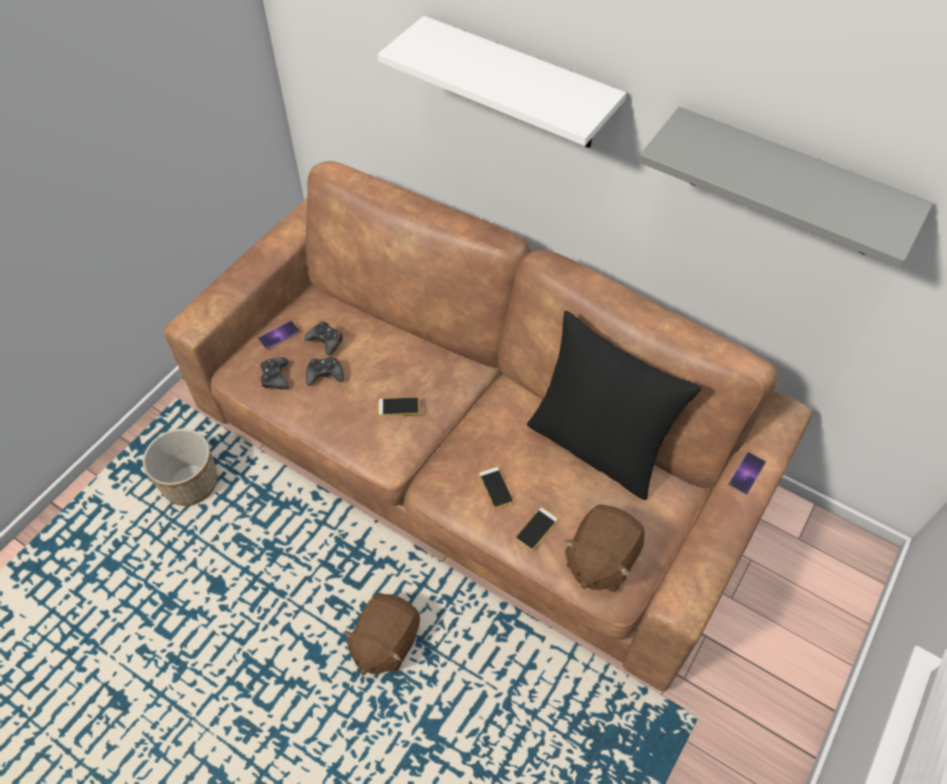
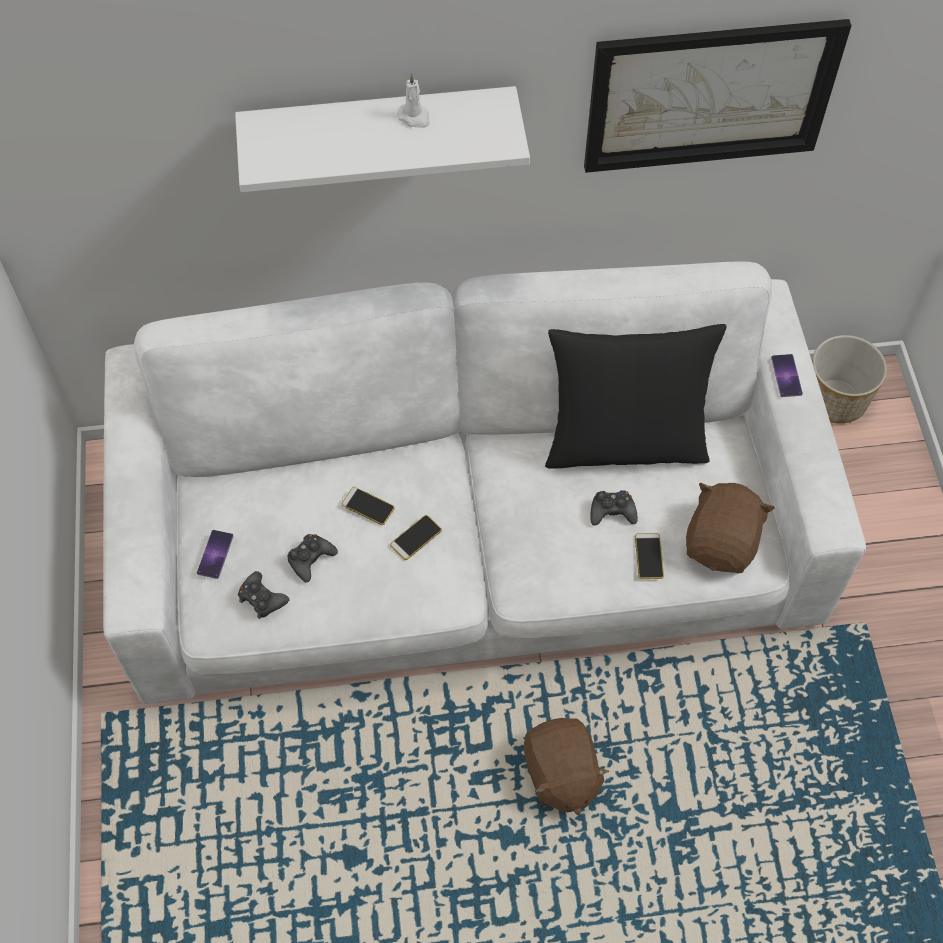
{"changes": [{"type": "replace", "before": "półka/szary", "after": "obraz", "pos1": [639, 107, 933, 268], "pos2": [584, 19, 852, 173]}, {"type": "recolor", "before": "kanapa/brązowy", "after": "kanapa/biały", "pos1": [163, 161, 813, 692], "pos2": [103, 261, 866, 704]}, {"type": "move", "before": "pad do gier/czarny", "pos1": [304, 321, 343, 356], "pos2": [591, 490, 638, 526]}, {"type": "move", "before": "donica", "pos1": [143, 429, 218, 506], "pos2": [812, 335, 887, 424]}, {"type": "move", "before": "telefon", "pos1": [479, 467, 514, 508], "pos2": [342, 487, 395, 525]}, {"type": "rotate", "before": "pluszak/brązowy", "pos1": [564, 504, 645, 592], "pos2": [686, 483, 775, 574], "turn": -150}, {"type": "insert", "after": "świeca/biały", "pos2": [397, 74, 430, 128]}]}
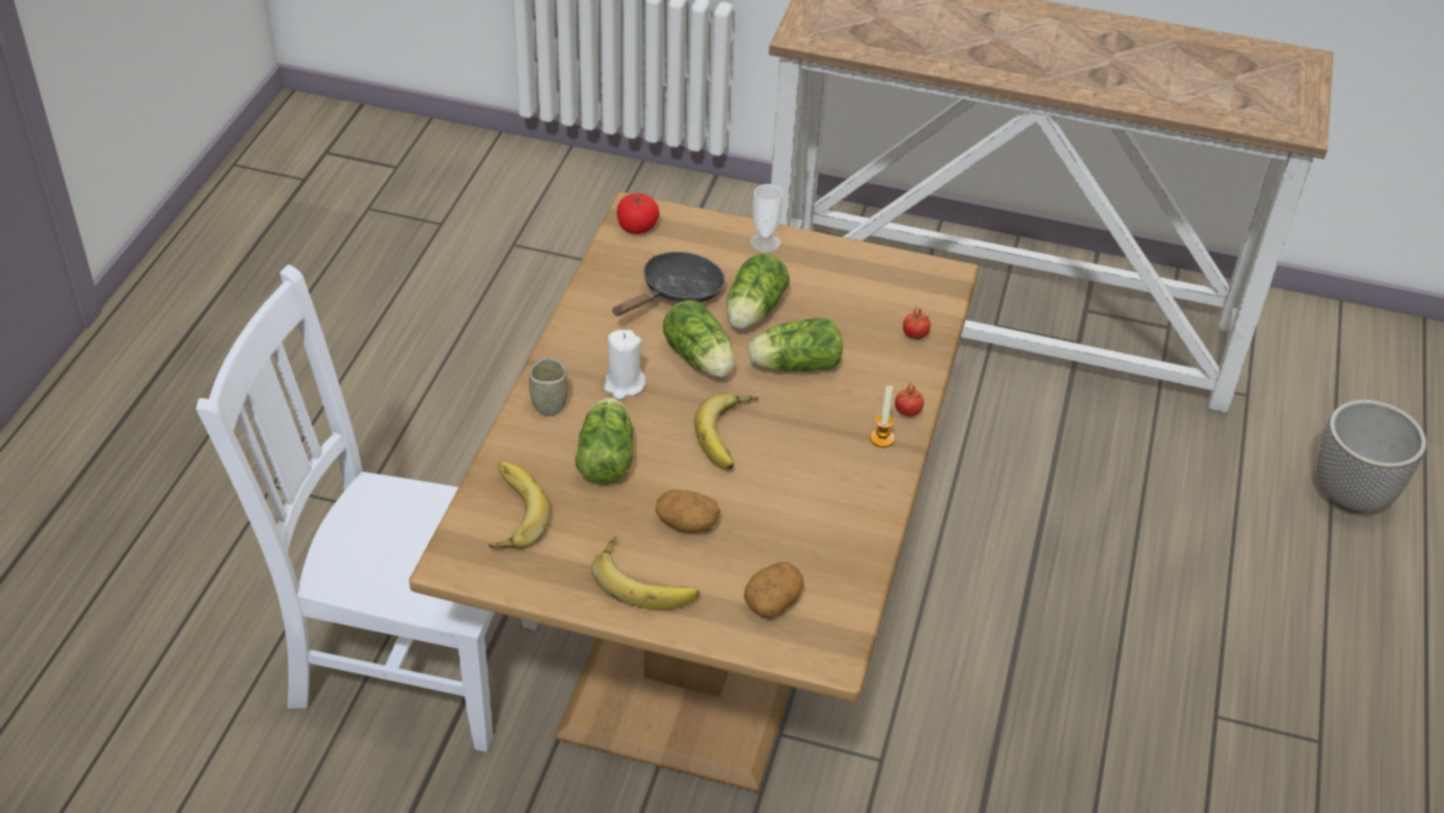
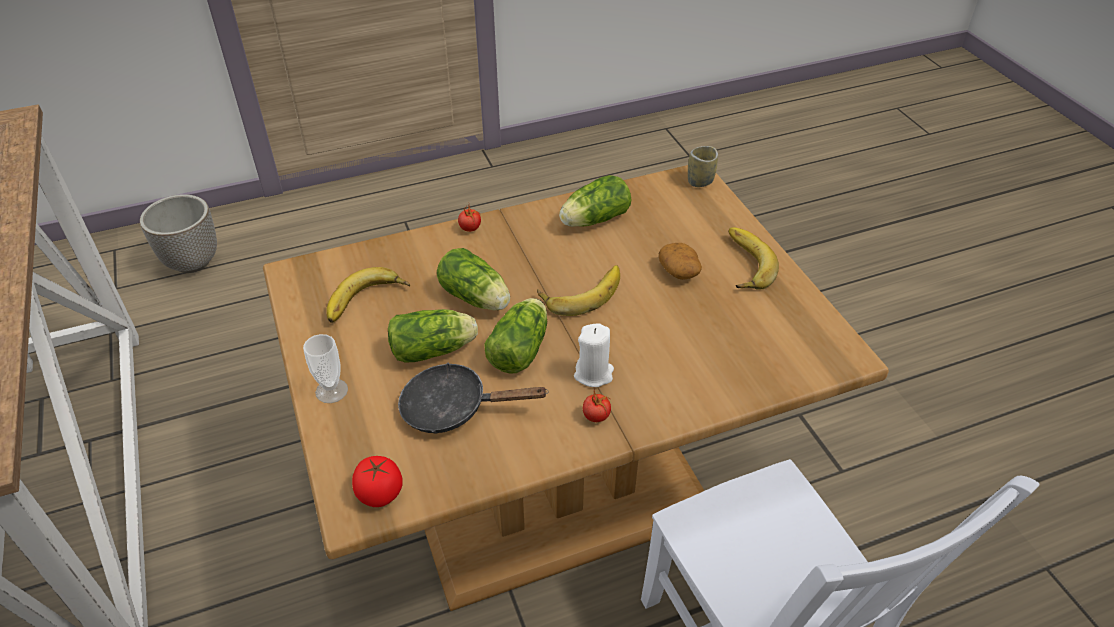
{"changes": [{"type": "move", "before": "pomidor", "pos1": [903, 305, 931, 339], "pos2": [583, 391, 611, 422]}, {"type": "move", "before": "filiżanka", "pos1": [529, 358, 568, 416], "pos2": [688, 146, 718, 187]}, {"type": "delete", "before": "świeca", "pos1": [870, 386, 895, 448]}, {"type": "move", "before": "sałata", "pos1": [575, 398, 633, 484], "pos2": [559, 175, 632, 227]}, {"type": "move", "before": "banan", "pos1": [489, 461, 550, 549], "pos2": [326, 267, 410, 323]}, {"type": "delete", "before": "ziemniak", "pos1": [744, 562, 804, 618]}]}
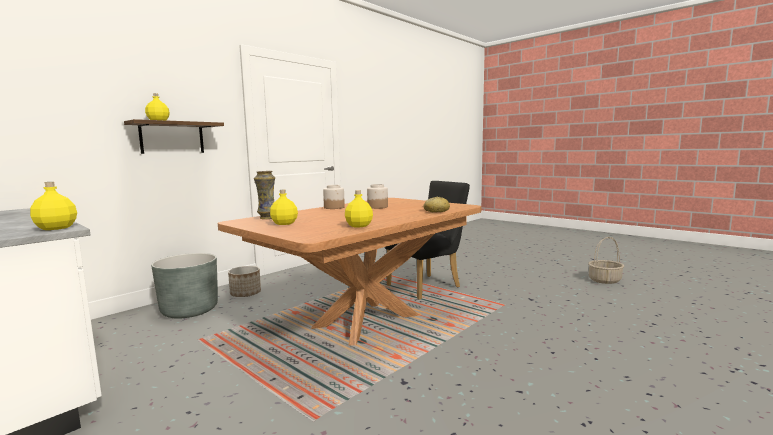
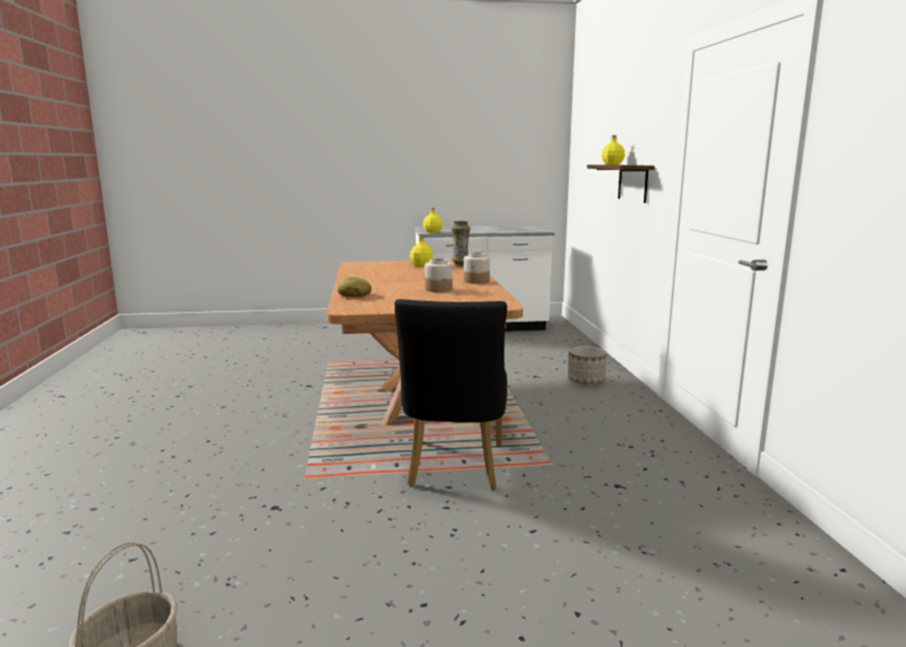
{"changes": [{"type": "delete", "before": "butelka/żółty", "pos1": [345, 190, 373, 227]}, {"type": "delete", "before": "donica/szary", "pos1": [151, 253, 218, 319]}]}
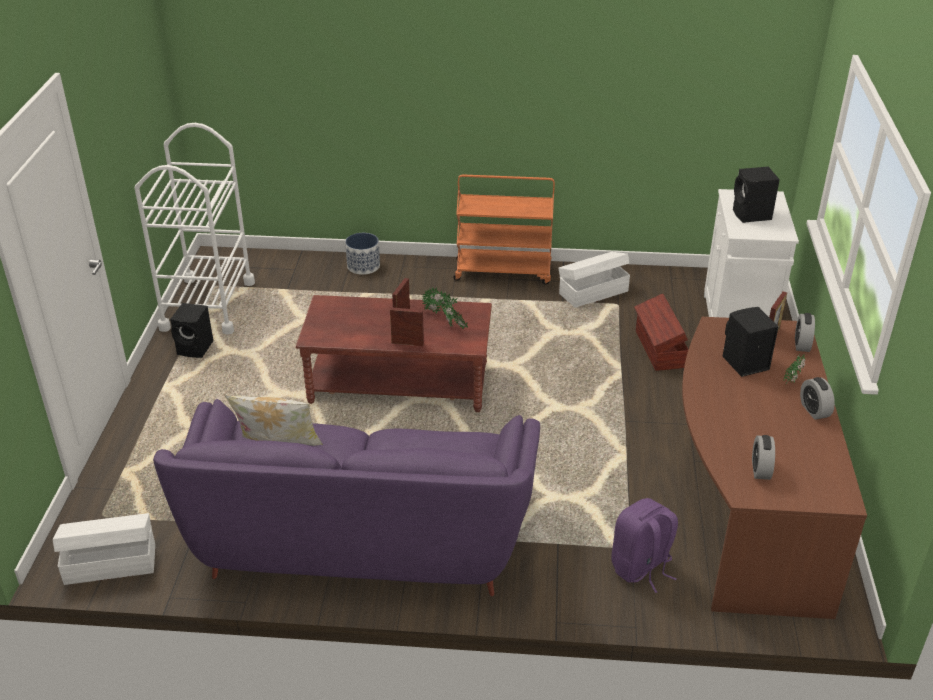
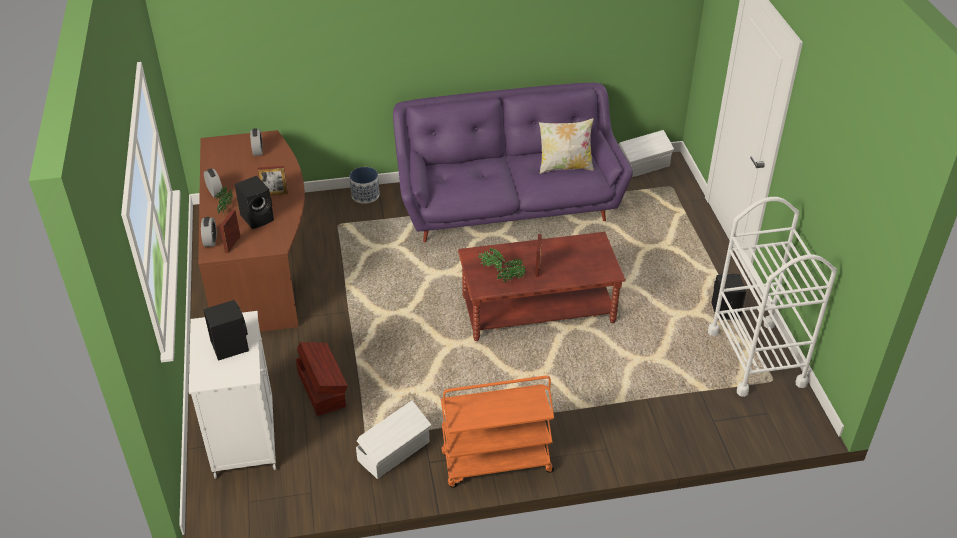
{"changes": [{"type": "move", "before": "donica", "pos1": [345, 233, 380, 275], "pos2": [350, 167, 380, 204]}, {"type": "move", "before": "ramka na zdjęcie", "pos1": [390, 307, 424, 346], "pos2": [258, 166, 288, 195]}, {"type": "delete", "before": "plecak/fioletowy", "pos1": [611, 498, 678, 593]}]}
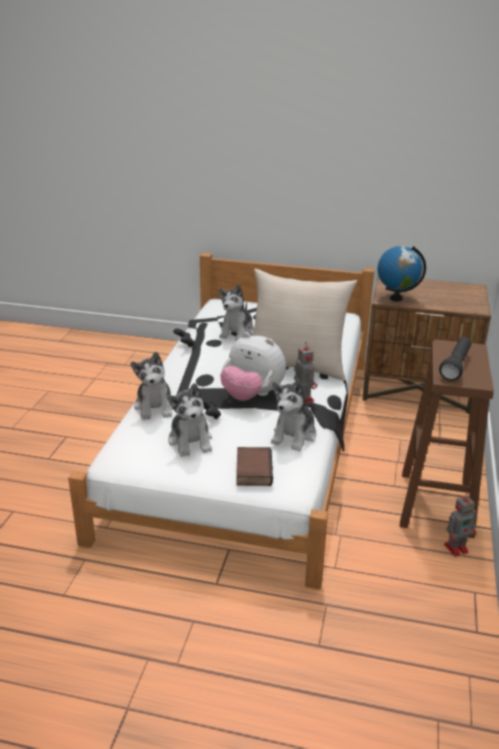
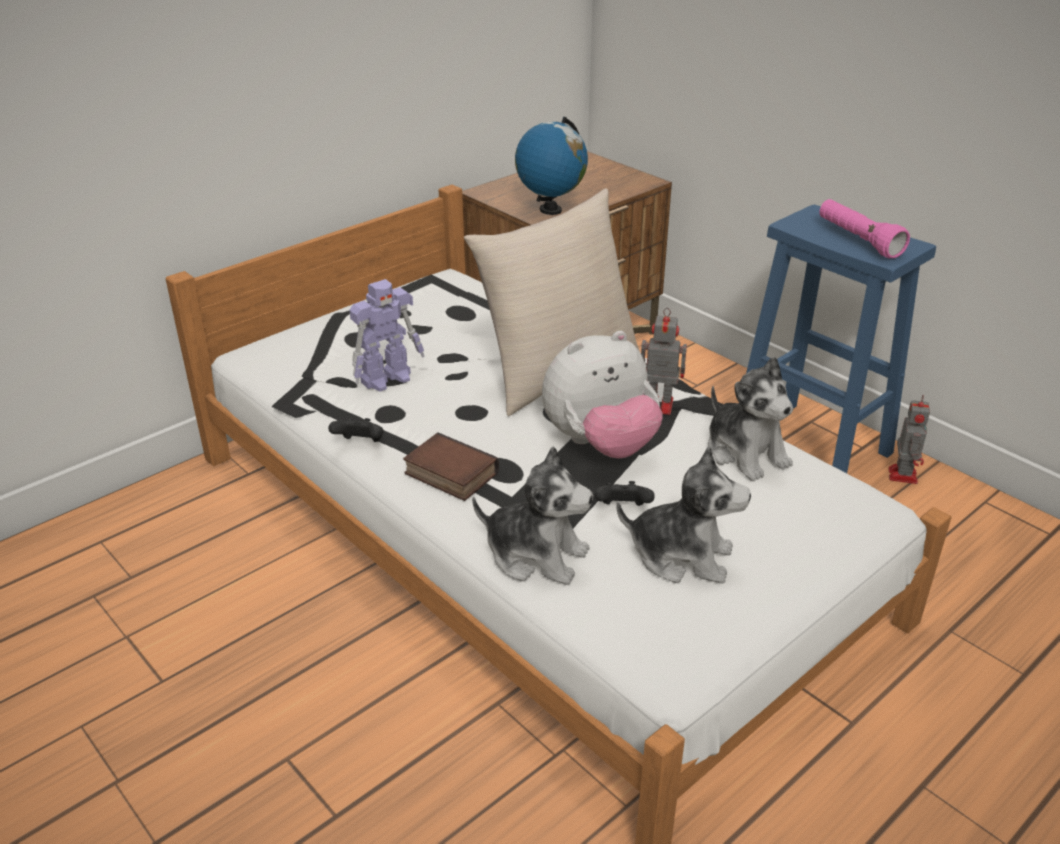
{"changes": [{"type": "replace", "before": "pluszak", "after": "robot zabawkowy", "pos1": [218, 284, 254, 341], "pos2": [350, 279, 424, 392]}, {"type": "recolor", "before": "latarka/czarny", "after": "latarka/różowy", "pos1": [439, 337, 471, 381], "pos2": [819, 199, 910, 258]}, {"type": "recolor", "before": "stołek/brązowy", "after": "stołek/niebieski", "pos1": [400, 339, 494, 538], "pos2": [746, 205, 936, 473]}, {"type": "move", "before": "książka", "pos1": [236, 447, 273, 486], "pos2": [403, 432, 499, 501]}]}
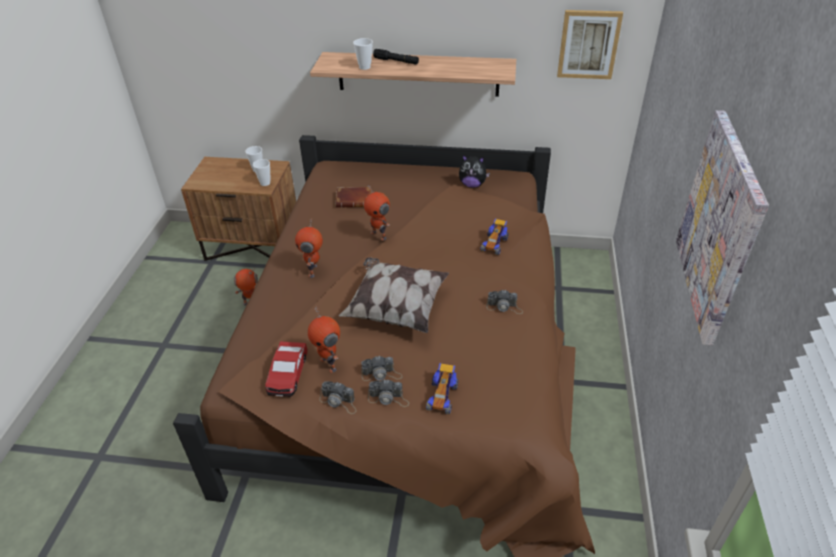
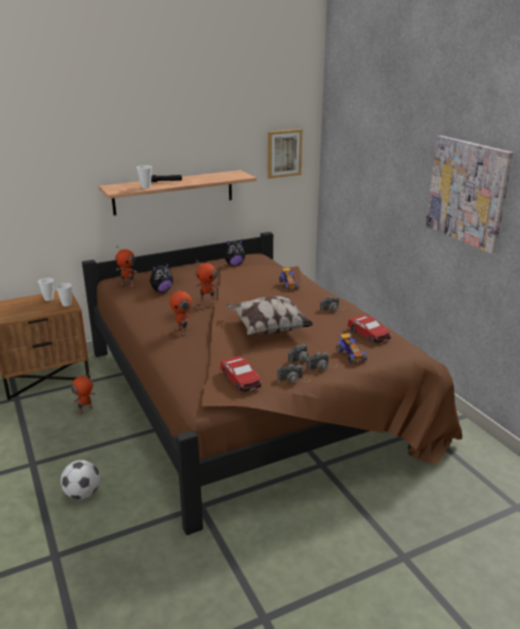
{"changes": [{"type": "replace", "before": "książka/brązowy", "after": "pluszak", "pos1": [335, 187, 371, 208], "pos2": [150, 262, 173, 292]}, {"type": "move", "before": "robot zabawkowy", "pos1": [308, 306, 340, 373], "pos2": [115, 246, 137, 286]}, {"type": "insert", "after": "samochodzik", "pos2": [348, 315, 391, 343]}, {"type": "insert", "after": "piłka futbolowa", "pos2": [61, 460, 100, 499]}]}
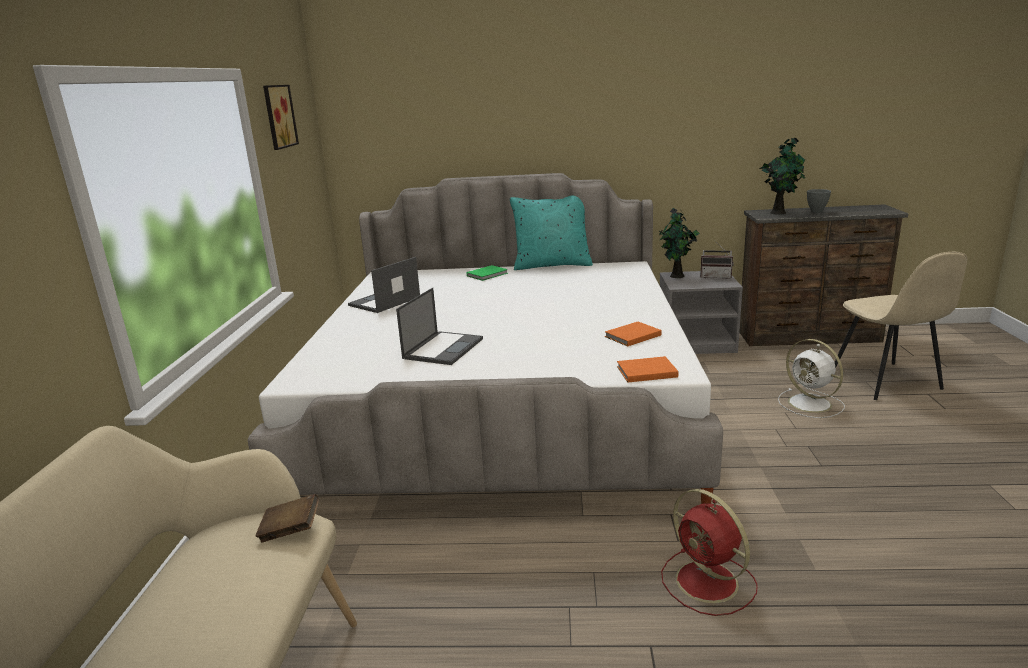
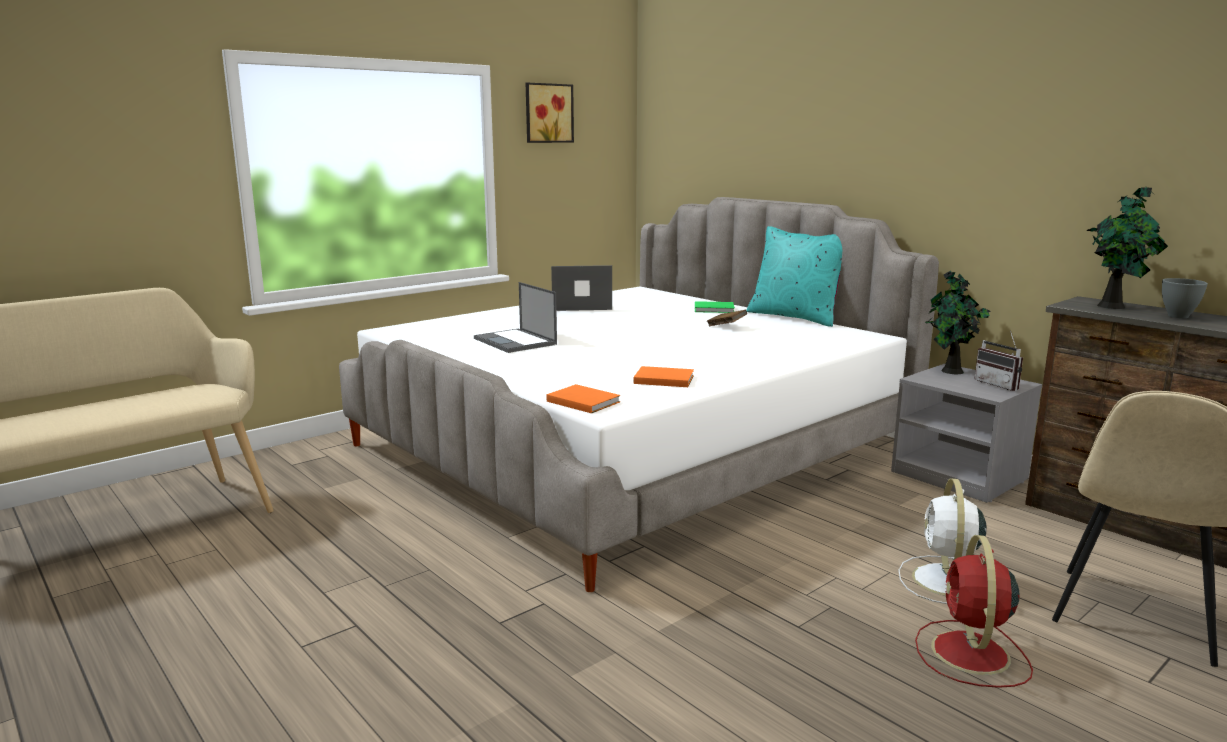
{"changes": [{"type": "rotate", "before": "laptop", "pos1": [396, 288, 483, 365], "pos2": [474, 282, 557, 353], "turn": 75}, {"type": "move", "before": "wentylator/czerwony", "pos1": [661, 489, 758, 616], "pos2": [915, 535, 1033, 688]}, {"type": "move", "before": "książka/brązowy", "pos1": [255, 494, 319, 542], "pos2": [707, 310, 747, 326]}]}
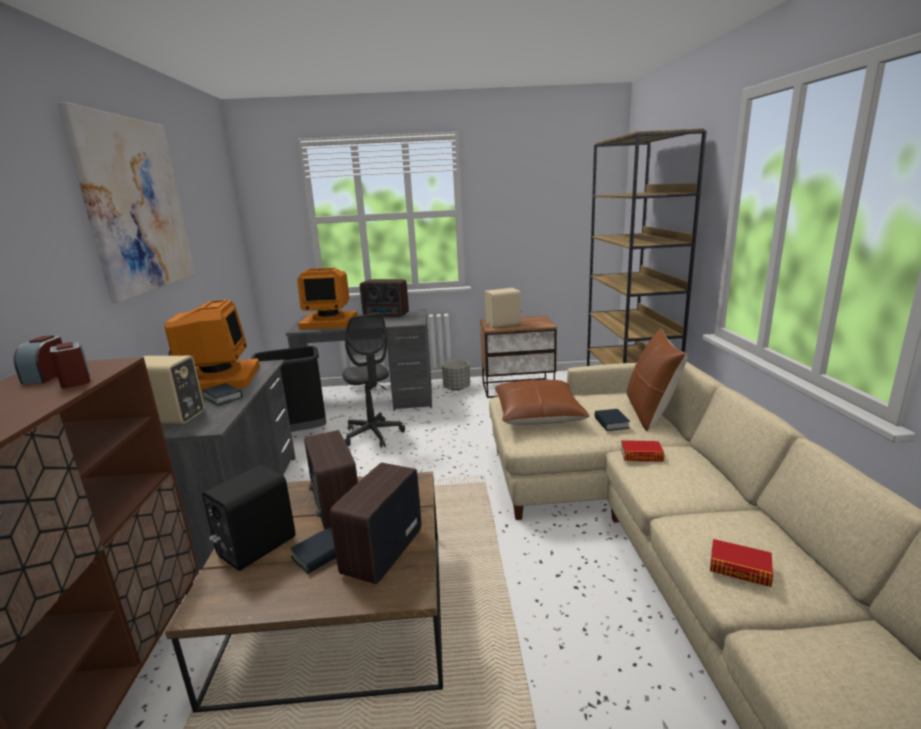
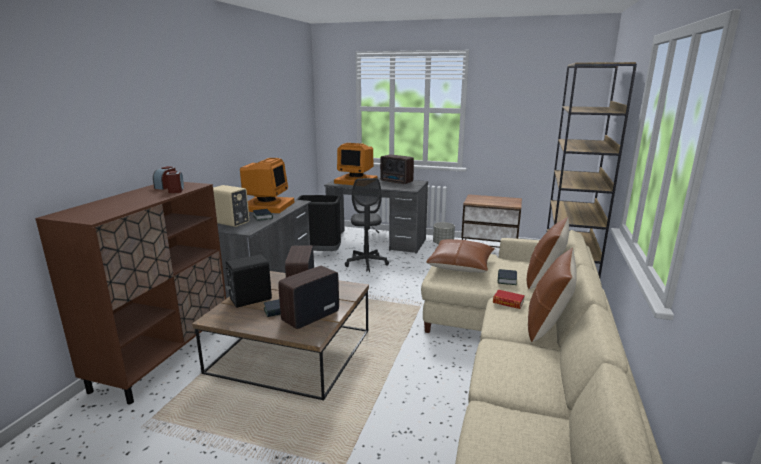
{"changes": [{"type": "delete", "before": "obraz", "pos1": [58, 102, 195, 303]}, {"type": "delete", "before": "głośnik/beżowy", "pos1": [485, 288, 521, 328]}, {"type": "delete", "before": "książka", "pos1": [710, 539, 773, 587]}, {"type": "insert", "after": "poduszka/brązowy", "pos2": [528, 247, 577, 342]}]}
